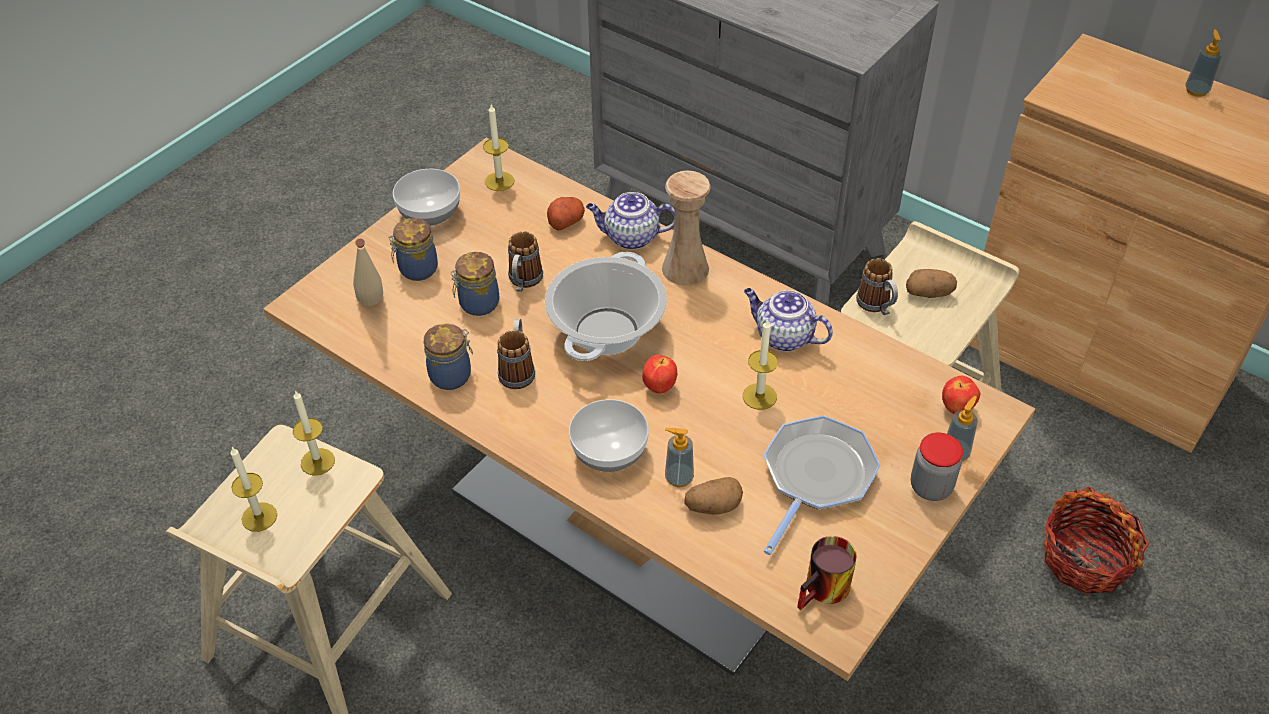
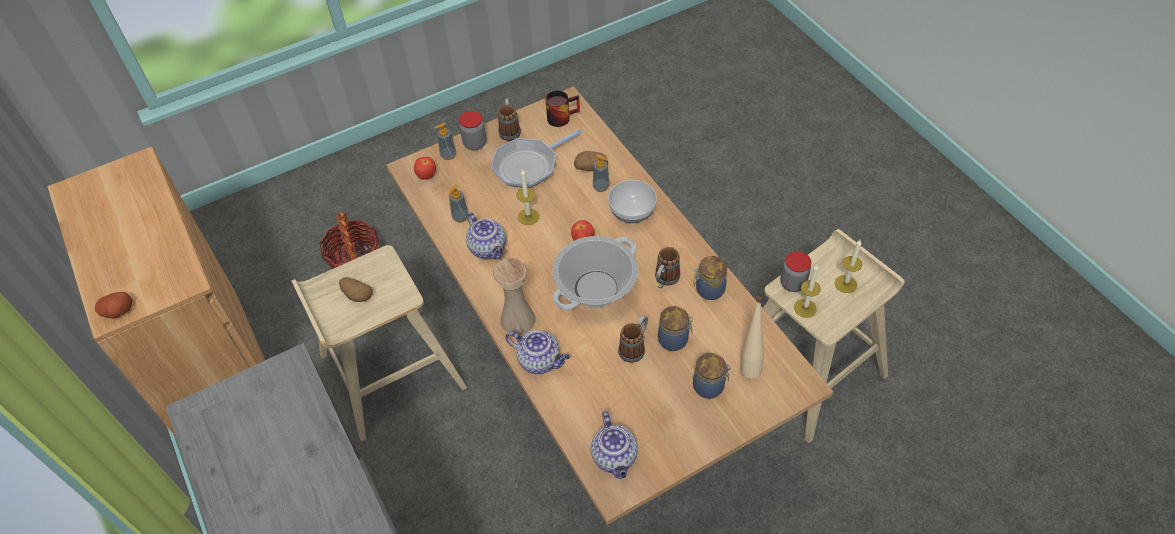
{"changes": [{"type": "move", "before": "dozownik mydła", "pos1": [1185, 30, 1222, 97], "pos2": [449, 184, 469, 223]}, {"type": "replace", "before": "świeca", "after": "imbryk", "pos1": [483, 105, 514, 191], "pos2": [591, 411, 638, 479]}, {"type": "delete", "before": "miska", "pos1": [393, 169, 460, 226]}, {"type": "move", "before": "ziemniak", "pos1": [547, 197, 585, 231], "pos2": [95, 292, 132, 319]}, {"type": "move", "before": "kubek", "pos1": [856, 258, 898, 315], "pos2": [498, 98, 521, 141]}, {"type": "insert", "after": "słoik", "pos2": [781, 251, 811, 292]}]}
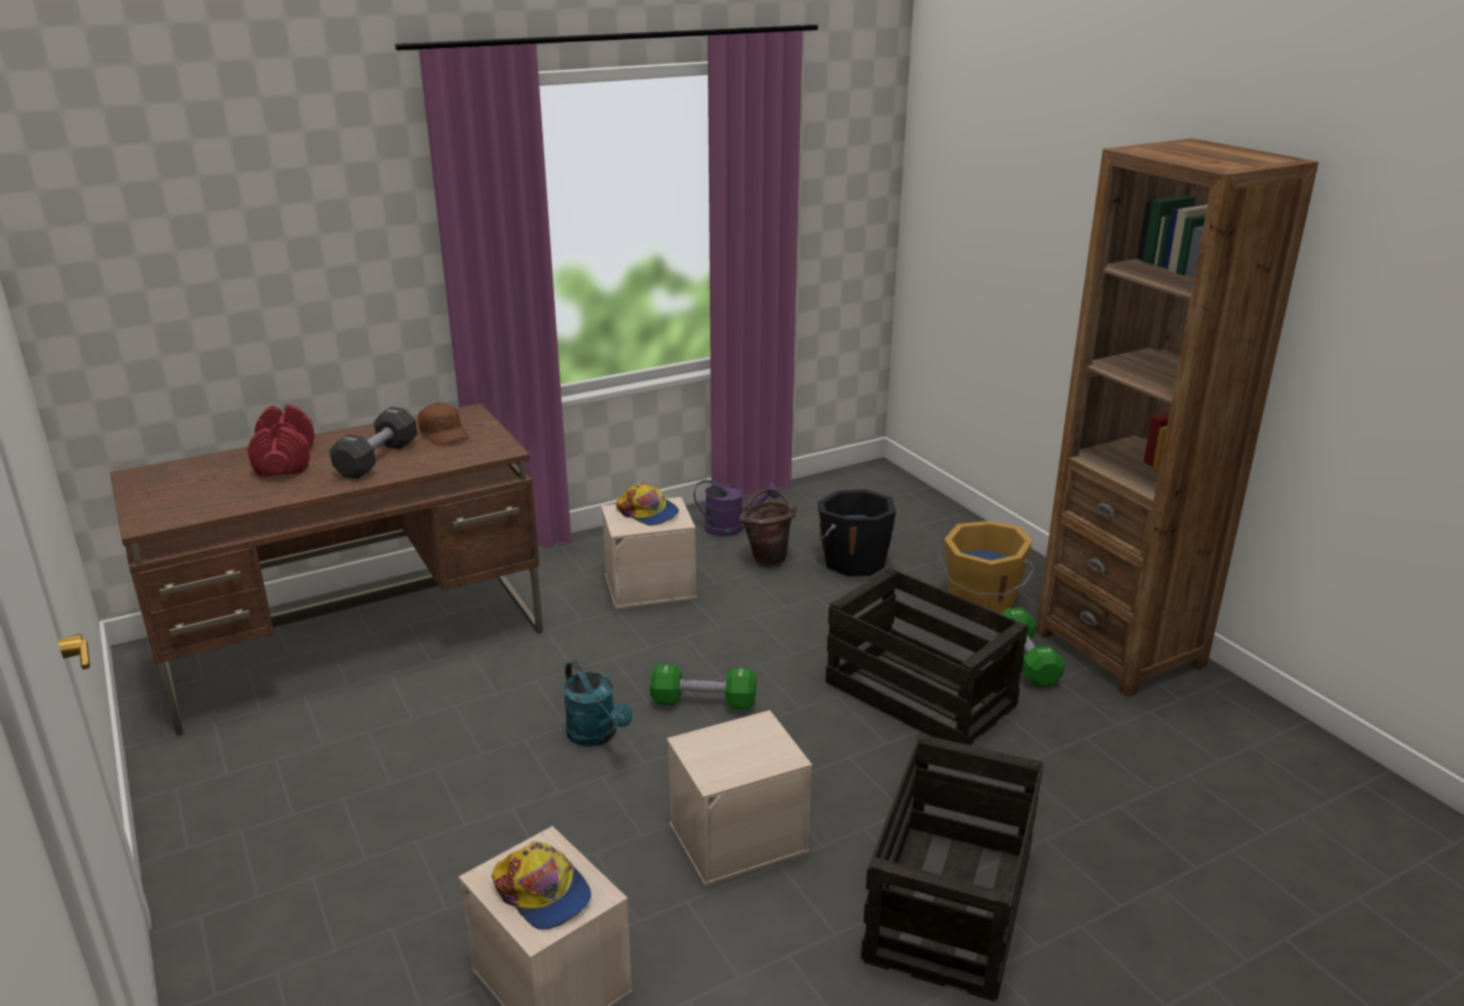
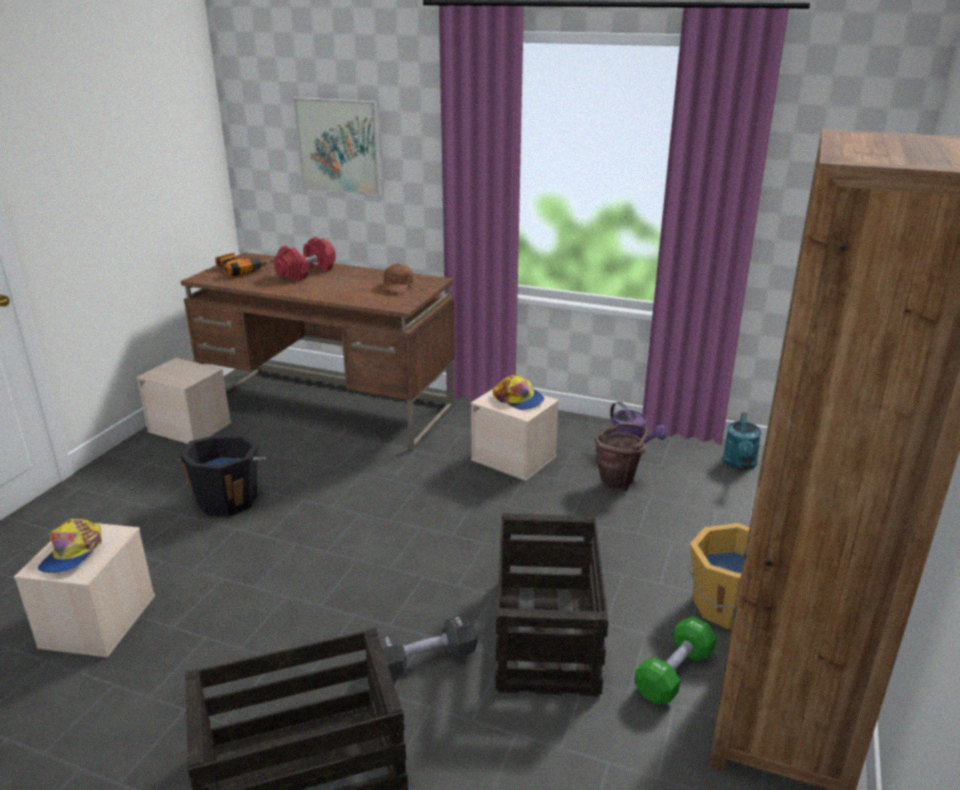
{"changes": [{"type": "move", "before": "hantel/czarny", "pos1": [330, 407, 417, 479], "pos2": [379, 614, 477, 676]}, {"type": "rotate", "before": "czapka z daszkiem", "pos1": [616, 483, 679, 526], "pos2": [493, 375, 545, 410], "turn": -45}, {"type": "move", "before": "wiadro/czarny", "pos1": [816, 489, 896, 576], "pos2": [180, 435, 266, 517]}, {"type": "move", "before": "konewka/turkusowy", "pos1": [563, 661, 632, 747], "pos2": [723, 412, 762, 470]}, {"type": "delete", "before": "hantel/zielony", "pos1": [650, 664, 756, 709]}, {"type": "move", "before": "pojemnik do przechowywania/beżowy", "pos1": [667, 710, 812, 886], "pos2": [136, 358, 231, 444]}, {"type": "insert", "after": "obraz", "pos2": [293, 97, 382, 196]}, {"type": "insert", "after": "wiertarka", "pos2": [215, 253, 274, 277]}]}
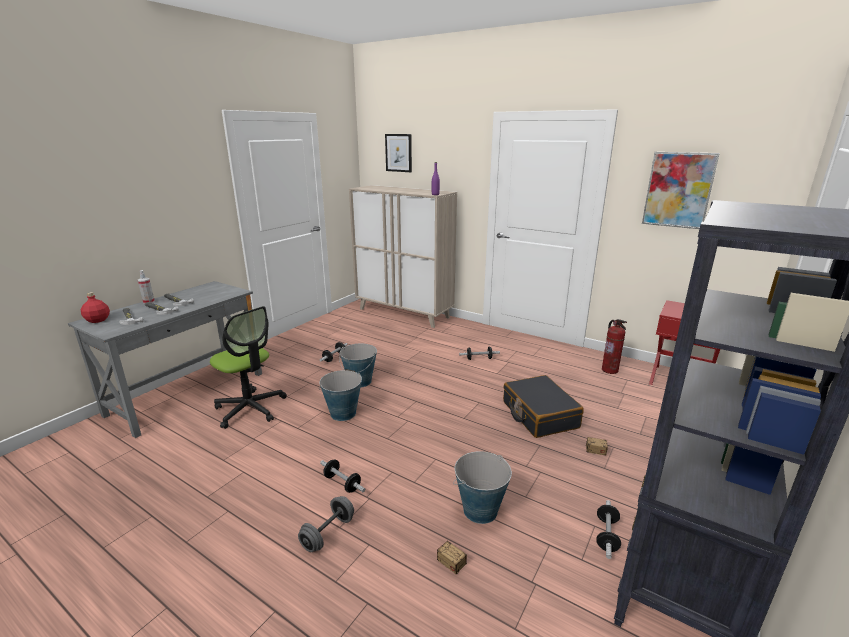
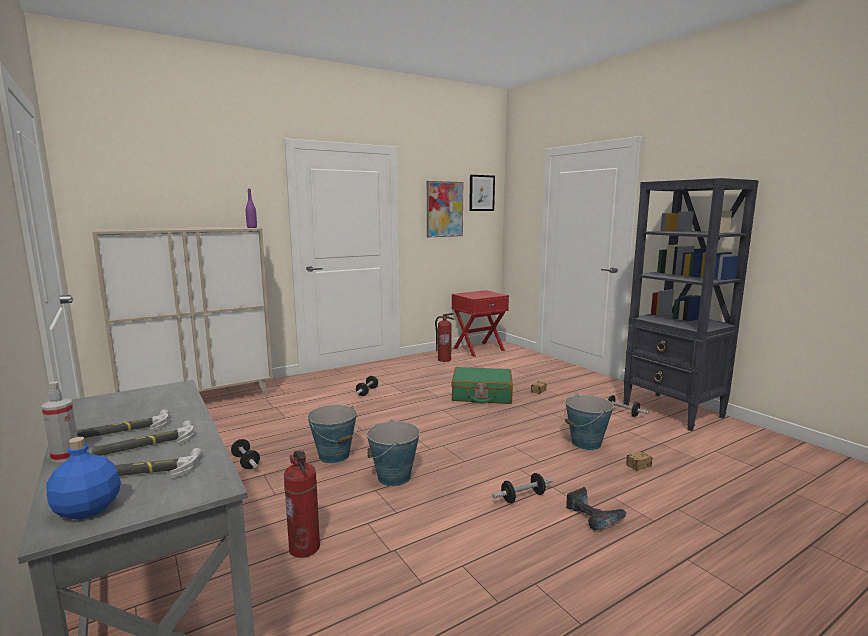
{"changes": [{"type": "move", "before": "obraz", "pos1": [385, 134, 412, 172], "pos2": [469, 175, 495, 211]}, {"type": "recolor", "before": "butelka/czerwony", "after": "butelka/niebieski", "pos1": [81, 292, 110, 323], "pos2": [46, 437, 121, 520]}, {"type": "replace", "before": "krzesło biurowe", "after": "gaśnica", "pos1": [210, 306, 287, 429], "pos2": [284, 450, 320, 558]}, {"type": "recolor", "before": "walizka/czarny", "after": "walizka/zielony", "pos1": [503, 375, 584, 438], "pos2": [451, 367, 513, 404]}, {"type": "replace", "before": "hantel/szary", "after": "wiertarka", "pos1": [298, 496, 354, 552], "pos2": [566, 487, 626, 531]}]}
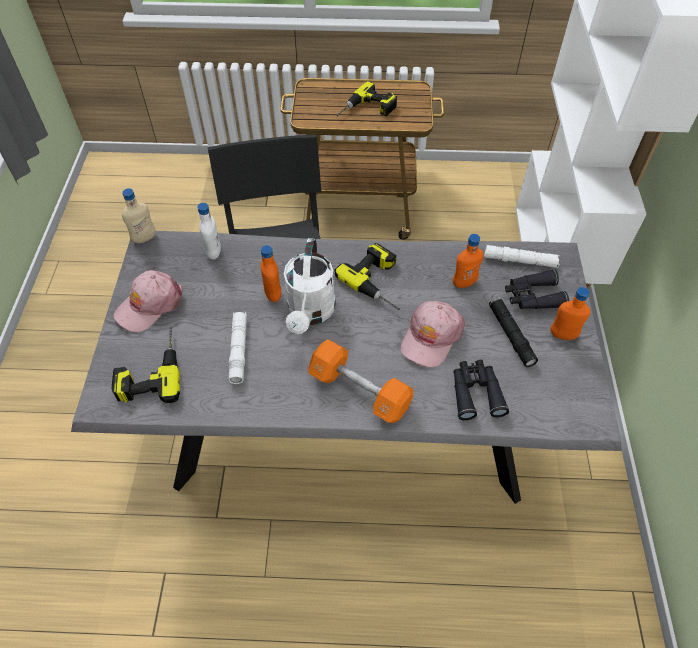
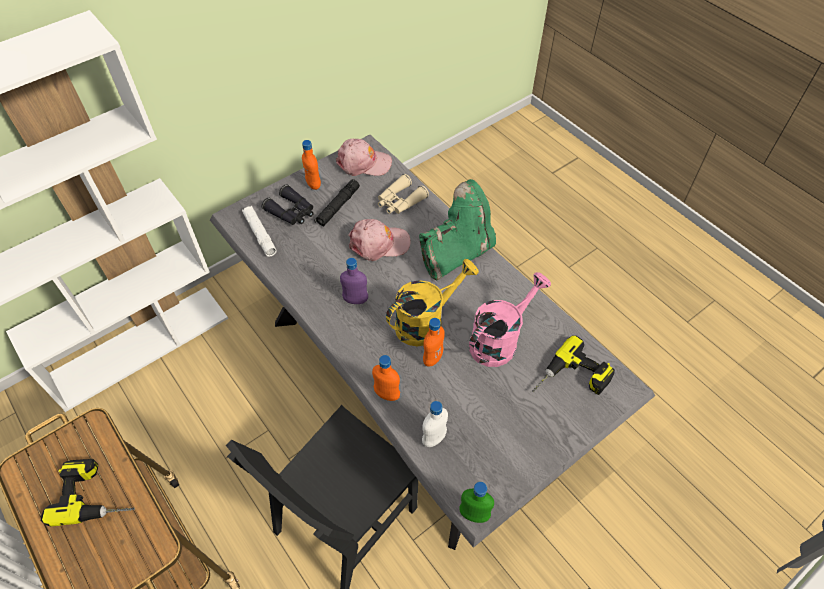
{"changes": [{"type": "recolor", "before": "butelka/beżowy", "after": "butelka/zielony", "pos1": [122, 188, 156, 243], "pos2": [459, 482, 494, 523]}, {"type": "move", "before": "butelka/pomarańczowy", "pos1": [453, 234, 484, 288], "pos2": [372, 355, 400, 401]}, {"type": "recolor", "before": "konewka/biały", "after": "konewka/żółty", "pos1": [284, 238, 336, 334], "pos2": [386, 259, 479, 346]}, {"type": "replace", "before": "wiertarka", "after": "butelka/fioletowy", "pos1": [335, 243, 400, 310], "pos2": [340, 258, 368, 304]}, {"type": "move", "before": "czapka z daszkiem/różowy", "pos1": [113, 270, 182, 332], "pos2": [336, 139, 392, 176]}, {"type": "replace", "before": "latarka/biały", "after": "konewka/różowy", "pos1": [229, 312, 247, 384], "pos2": [469, 272, 551, 367]}, {"type": "replace", "before": "hantel/pomarańczowy", "after": "but z cholewką/zielony", "pos1": [308, 339, 413, 423], "pos2": [419, 179, 496, 280]}, {"type": "recolor", "before": "lornetka/czarny", "after": "lornetka/beżowy", "pos1": [453, 360, 509, 420], "pos2": [378, 174, 429, 214]}]}
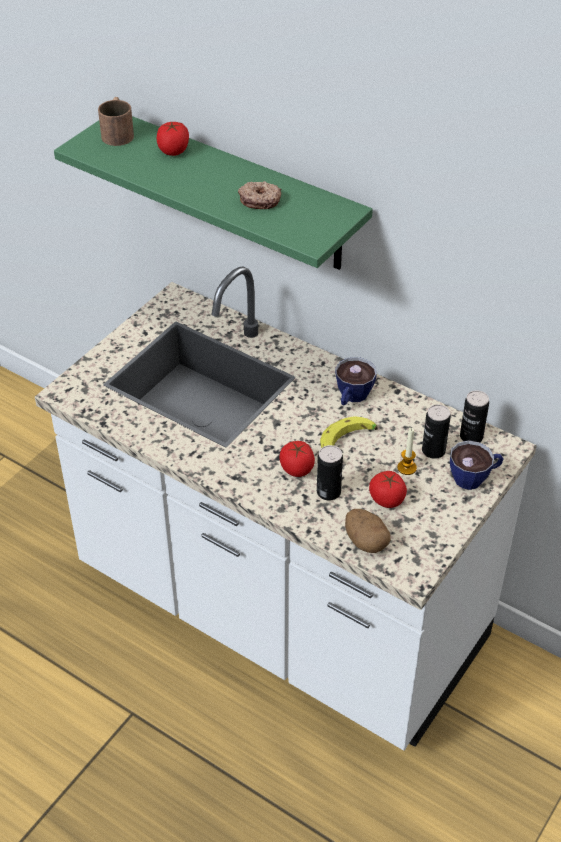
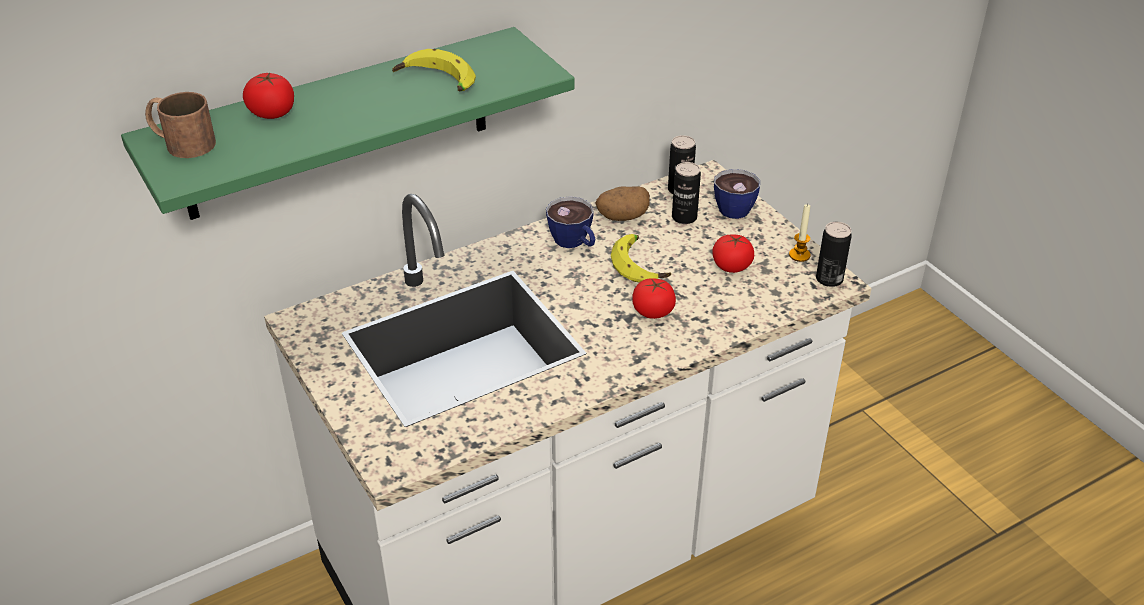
{"changes": [{"type": "replace", "before": "donut", "after": "banan", "pos1": [238, 181, 281, 209], "pos2": [392, 49, 476, 92]}, {"type": "move", "before": "świeca", "pos1": [397, 428, 417, 475], "pos2": [789, 204, 811, 262]}, {"type": "move", "before": "puszka", "pos1": [317, 445, 343, 500], "pos2": [816, 222, 852, 287]}, {"type": "move", "before": "ziemniak", "pos1": [345, 509, 391, 553], "pos2": [595, 186, 650, 221]}]}
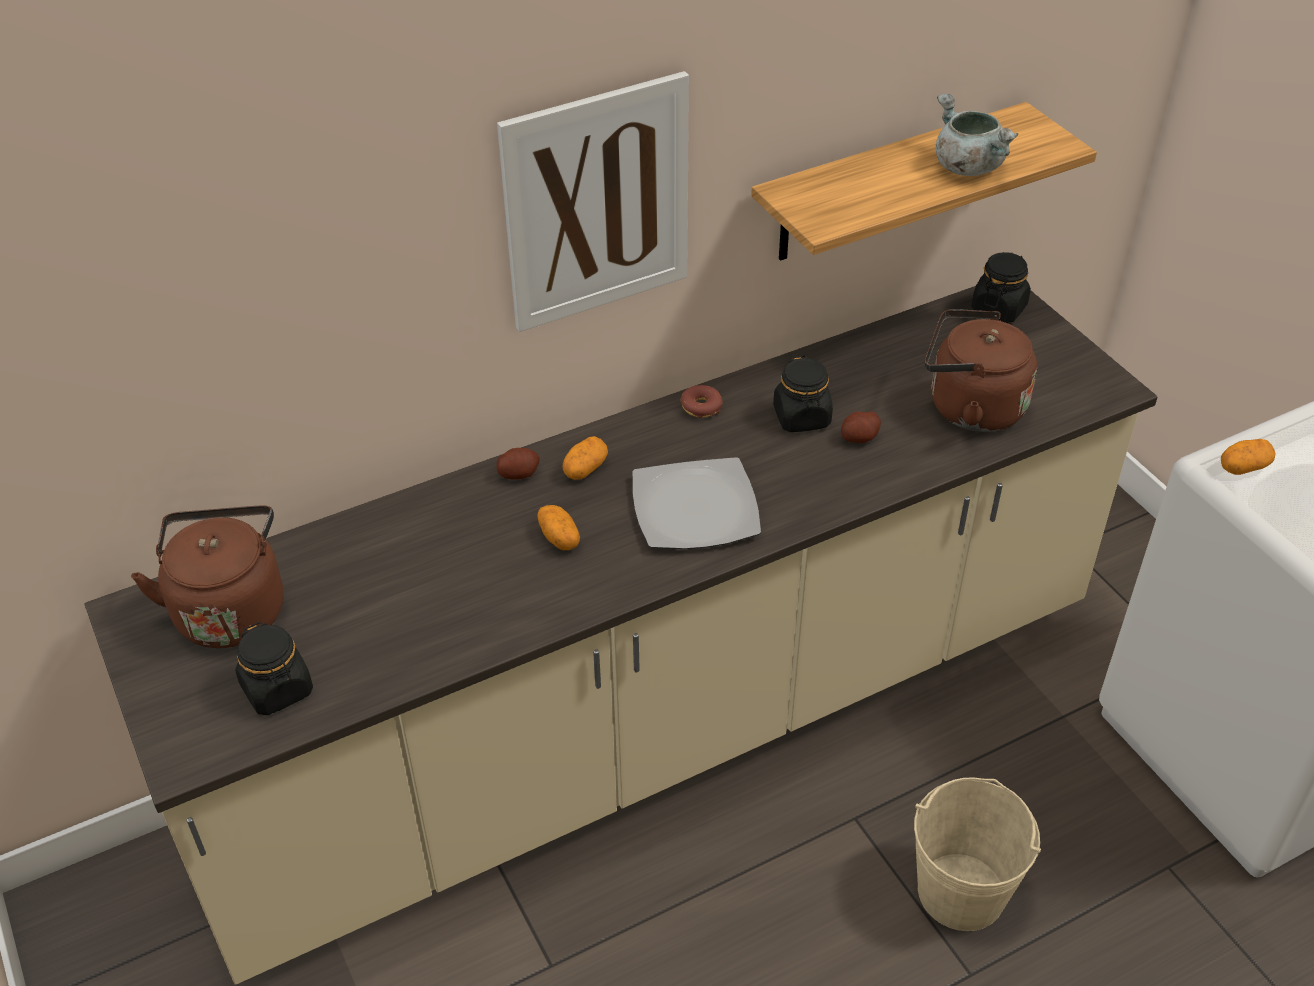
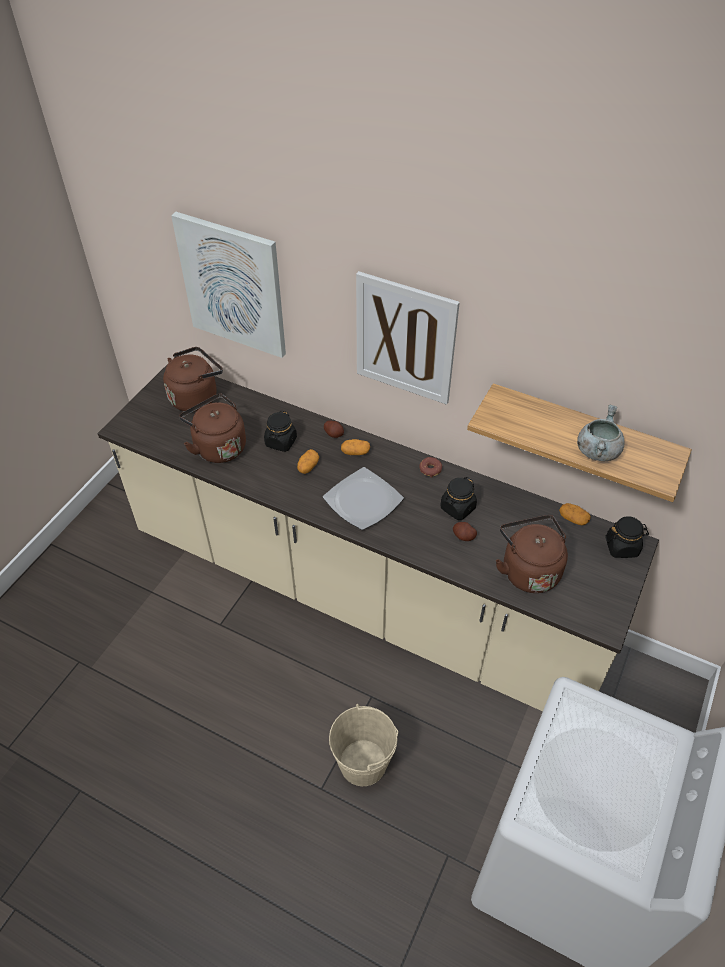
{"changes": [{"type": "move", "before": "ziemniak", "pos1": [1221, 439, 1275, 475], "pos2": [559, 503, 591, 525]}, {"type": "move", "before": "słoik/czarny", "pos1": [235, 622, 313, 715], "pos2": [264, 410, 297, 452]}, {"type": "insert", "after": "obraz", "pos2": [171, 212, 286, 358]}, {"type": "insert", "after": "czajnik/brązowy", "pos2": [179, 394, 246, 463]}]}
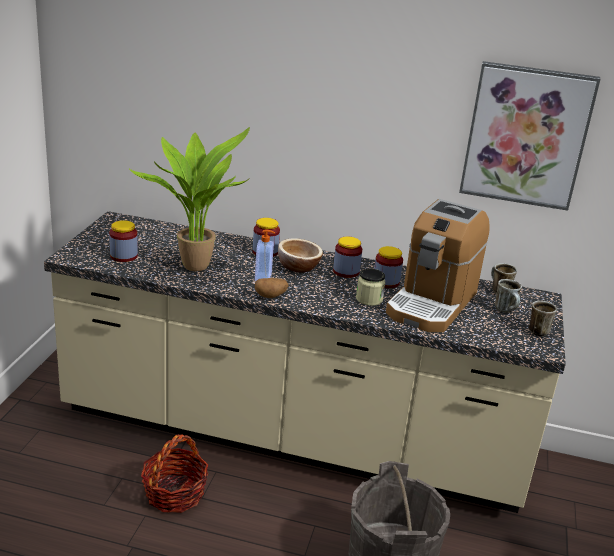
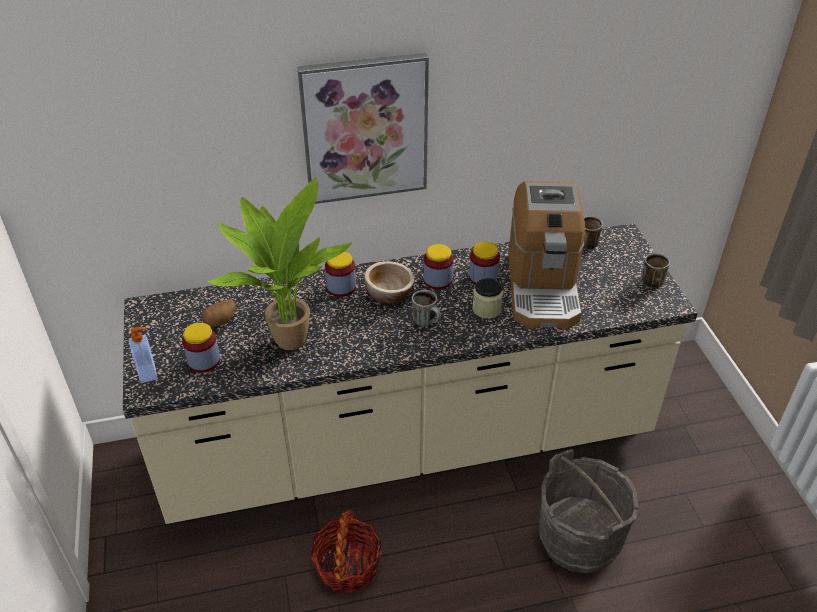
{"changes": [{"type": "move", "before": "obraz", "pos1": [459, 61, 600, 211], "pos2": [297, 53, 429, 204]}, {"type": "move", "before": "dozownik mydła", "pos1": [255, 230, 275, 281], "pos2": [129, 327, 158, 383]}, {"type": "move", "before": "ziemniak", "pos1": [255, 278, 289, 298], "pos2": [202, 300, 236, 327]}, {"type": "move", "before": "kubek", "pos1": [495, 279, 522, 313], "pos2": [412, 290, 441, 327]}]}
